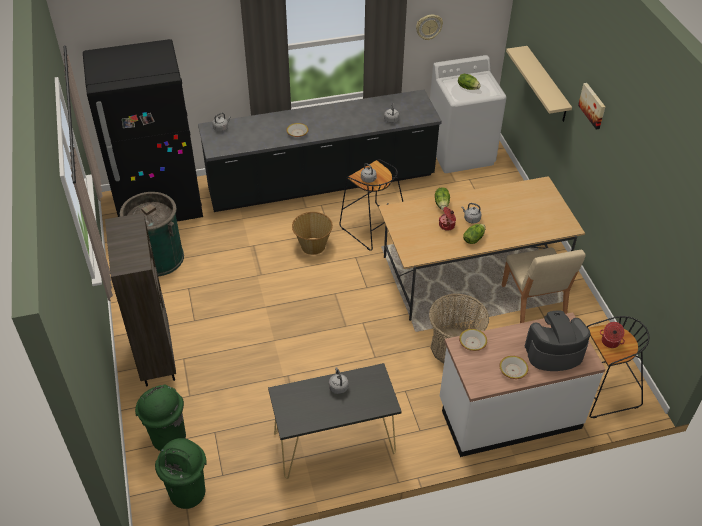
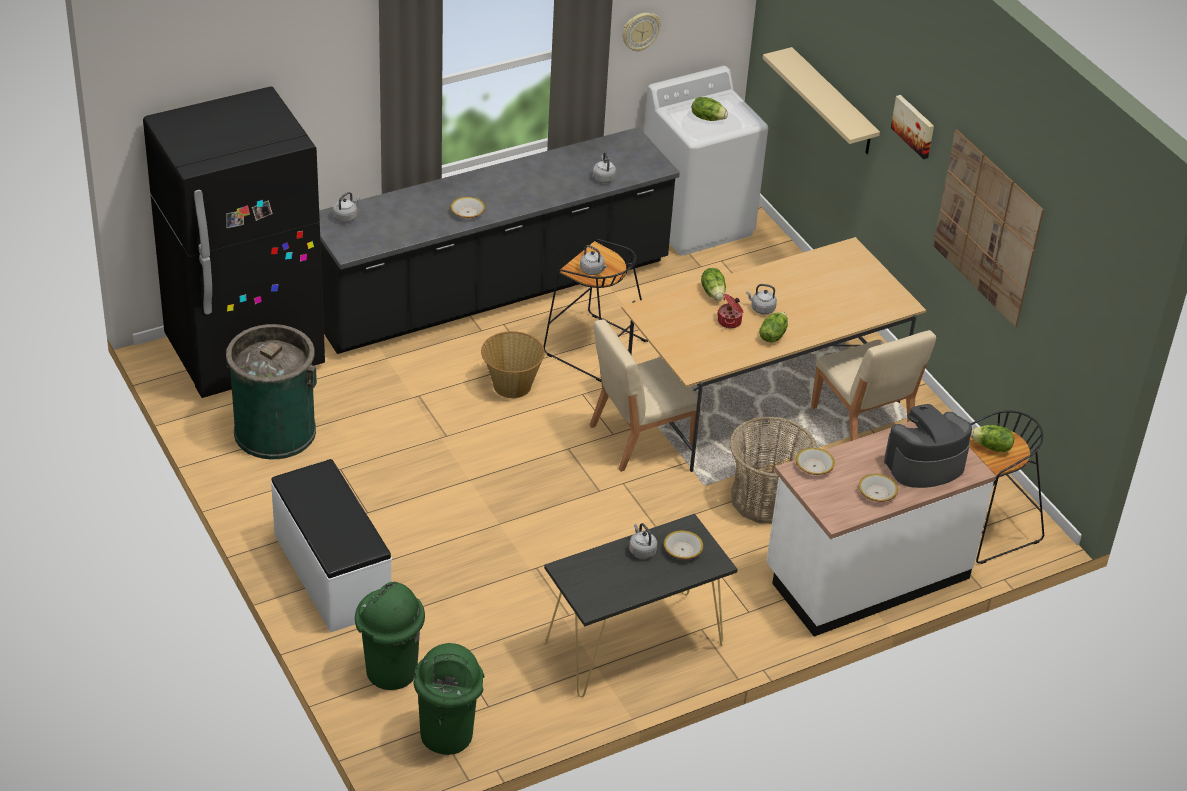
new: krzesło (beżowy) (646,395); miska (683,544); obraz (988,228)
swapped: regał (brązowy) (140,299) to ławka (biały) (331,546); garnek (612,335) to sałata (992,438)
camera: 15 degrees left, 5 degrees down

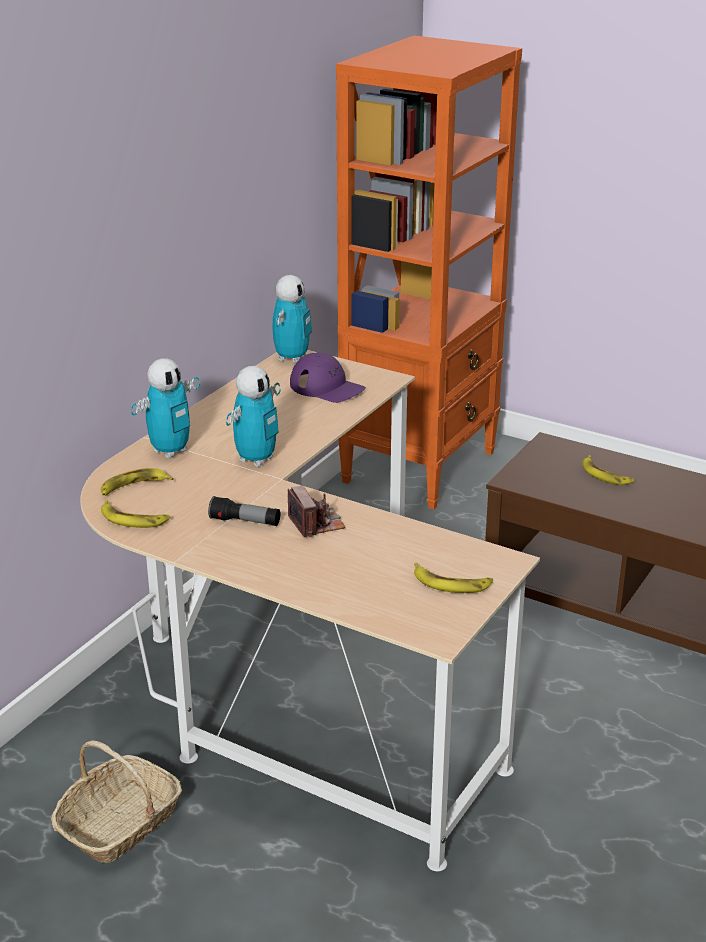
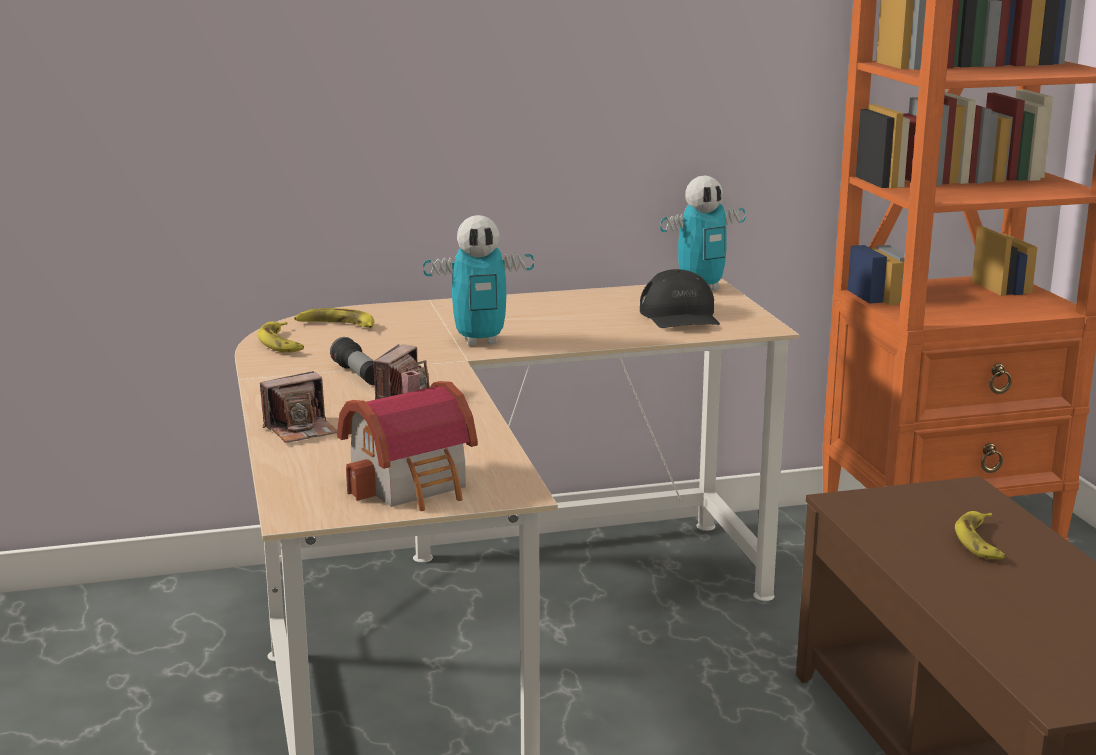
gone: koszyk (116,801); robot zabawkowy (165,408)
new: aparat fotograficzny (298,407)
swapped: banan (453,578) to domek (407,440)
repainted: czapka z daszkiem (fioletowy) (328,378) to czapka z daszkiem (czarny) (680,298)
camera: 45 degrees right, 10 degrees down

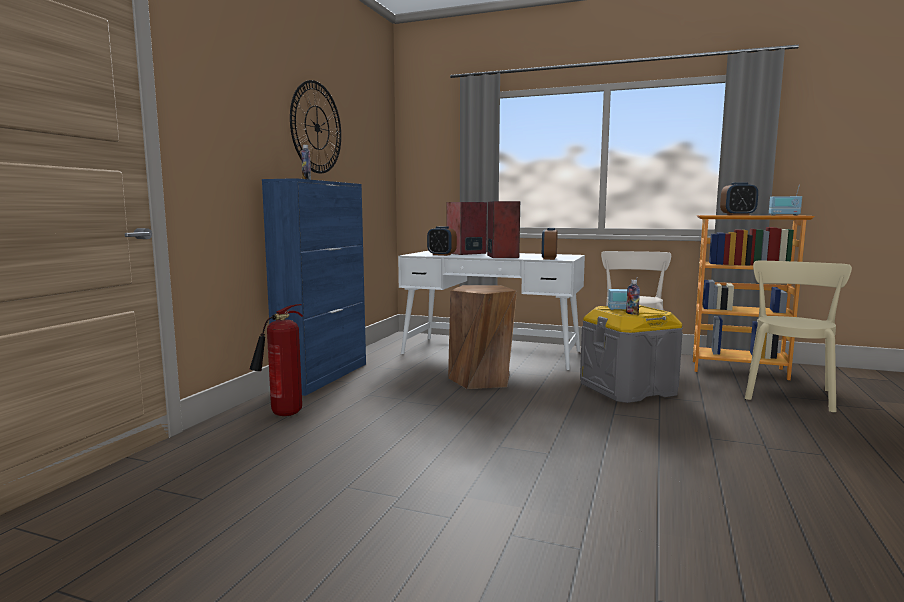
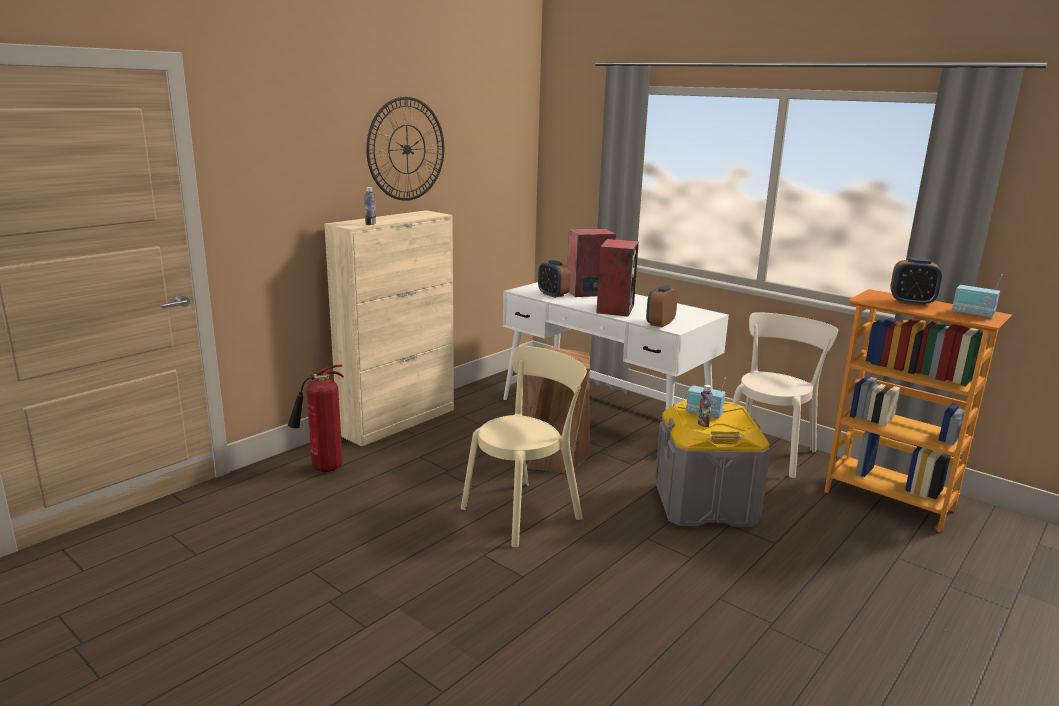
shifted: krzesło (beżowy) (798,337) to (524,447)
repainted: szafka (niebieski) (314,287) to szafka (beżowy) (389,328)
camera: 20 degrees right, 10 degrees up

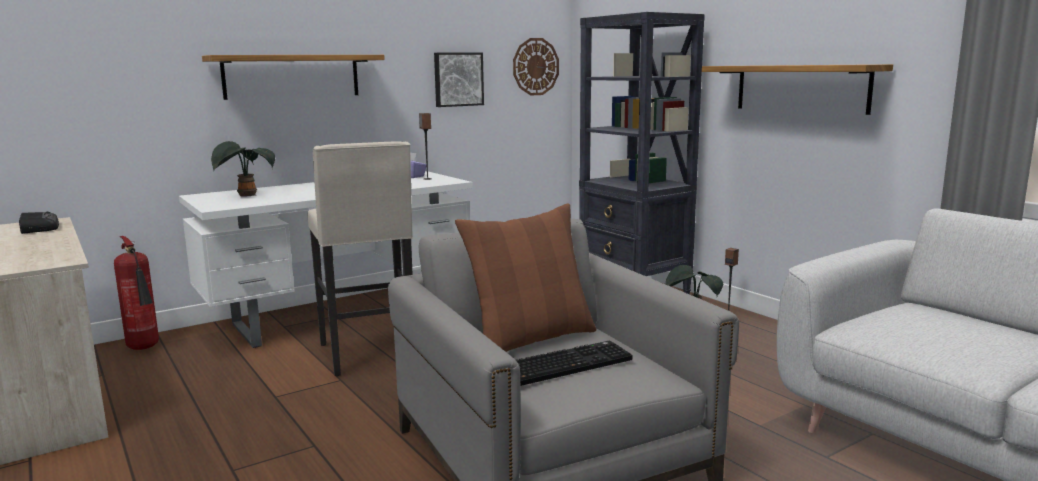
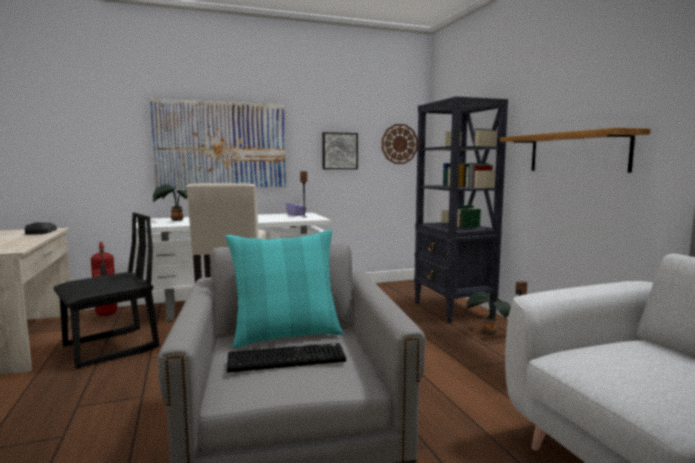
new: krzesło (czarny) (106,290)
swapped: półka (293,77) to obraz (217,144)
repainted: poduszka (brązowy) (525,277) to poduszka (turkusowy) (284,289)
camera: 15 degrees right, 5 degrees down

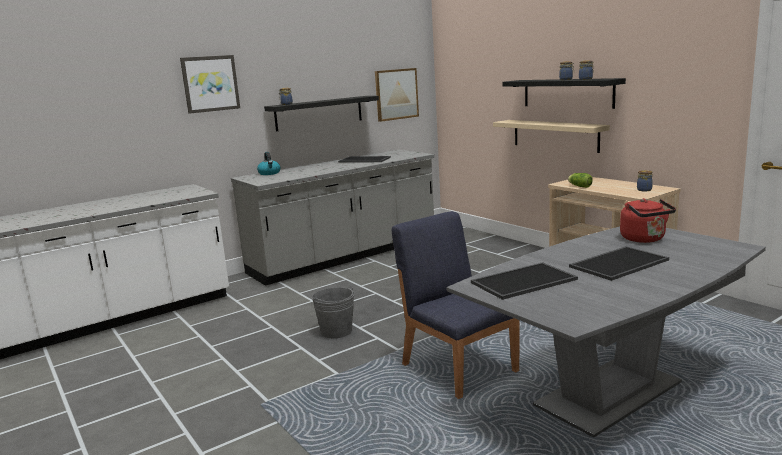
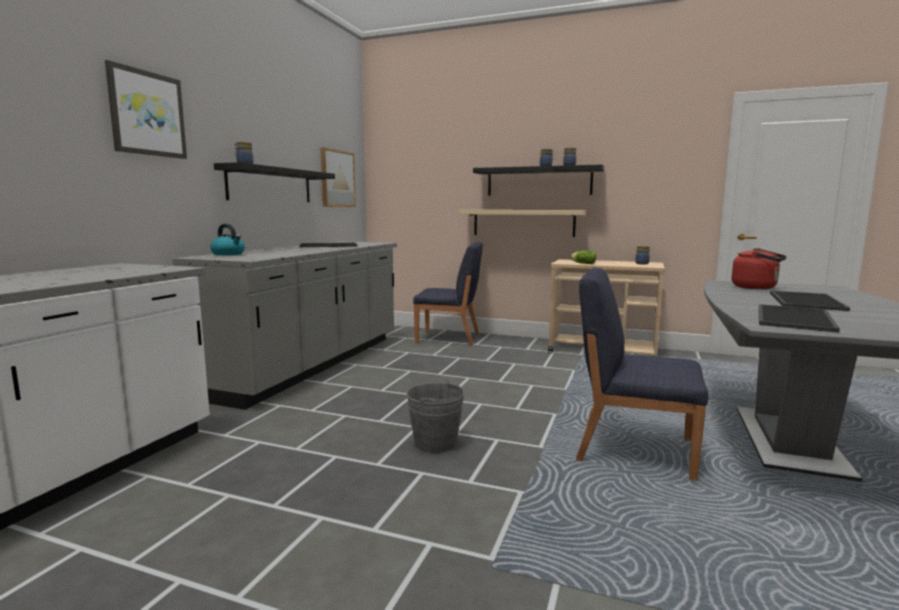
new: krzesło (niebieski) (448,294)
camera: 35 degrees left, 5 degrees down

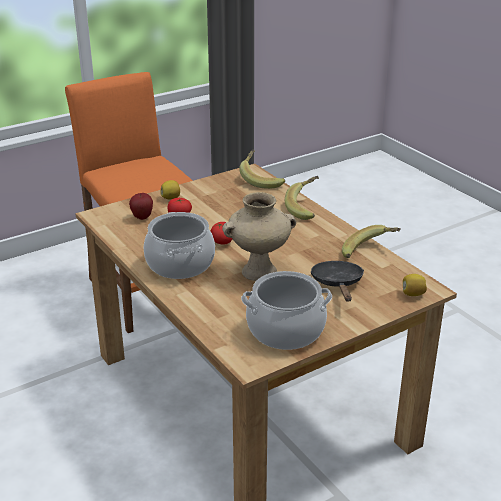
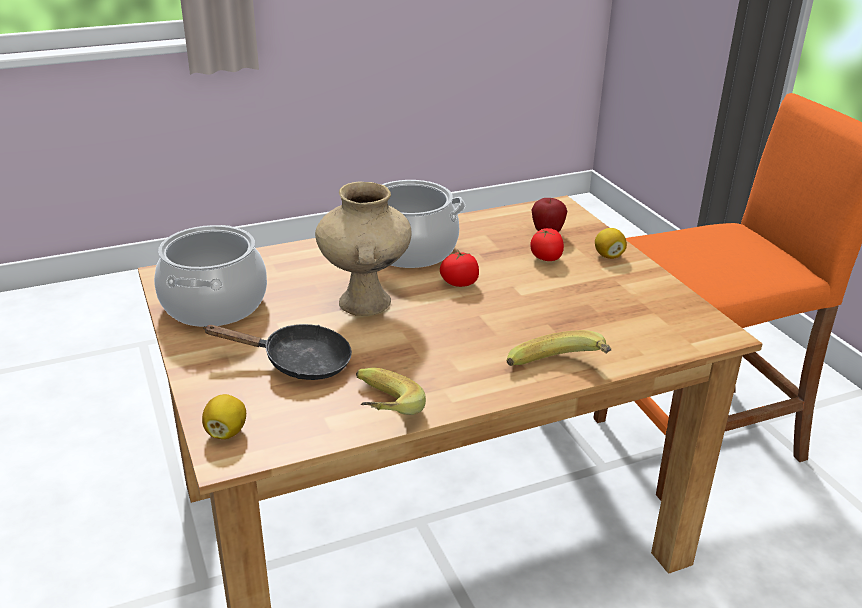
gone: banan (262,169)
camera: 100 degrees right, 0 degrees up

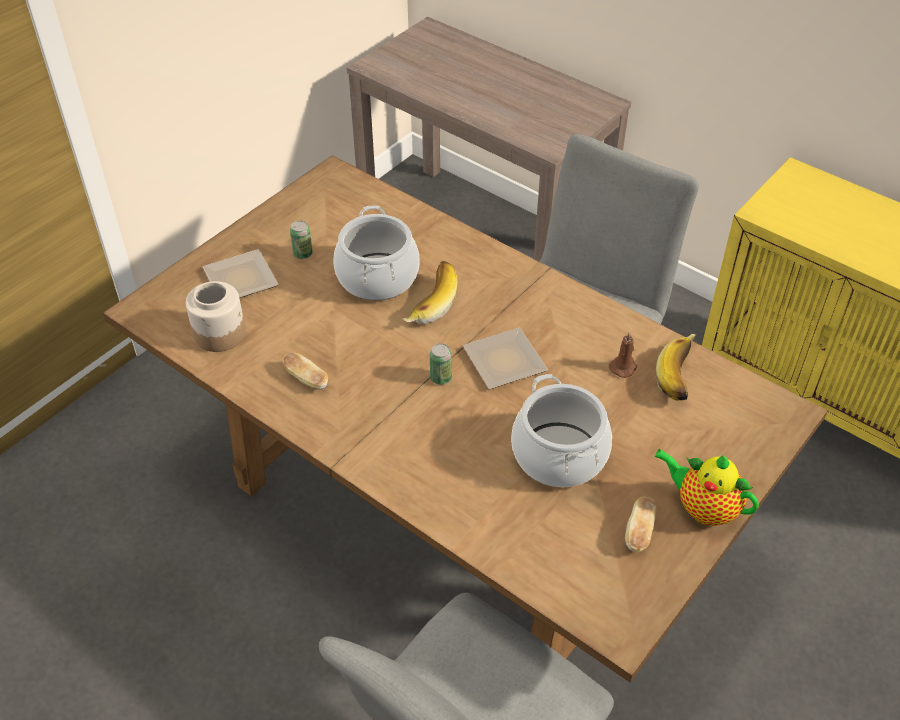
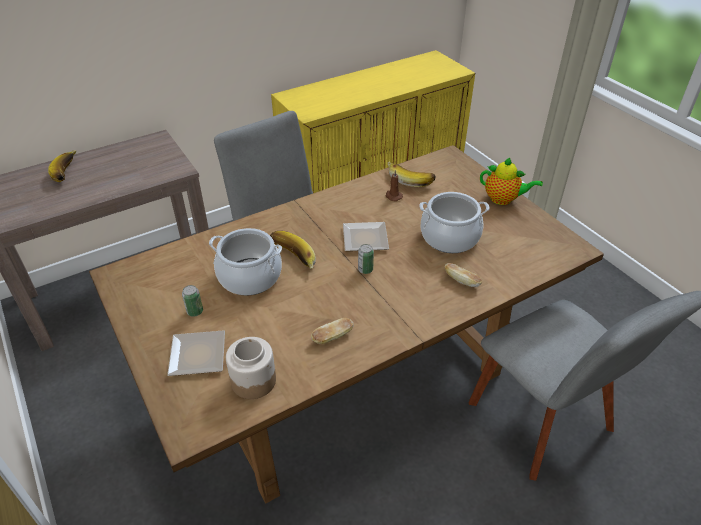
new: banan (62,166)
shifted: chleb (640,524) to (463,275)
rotated: imbryk (706,487) = (511,181) 120 degrees counterclockwise
camera: 70 degrees left, 5 degrees down

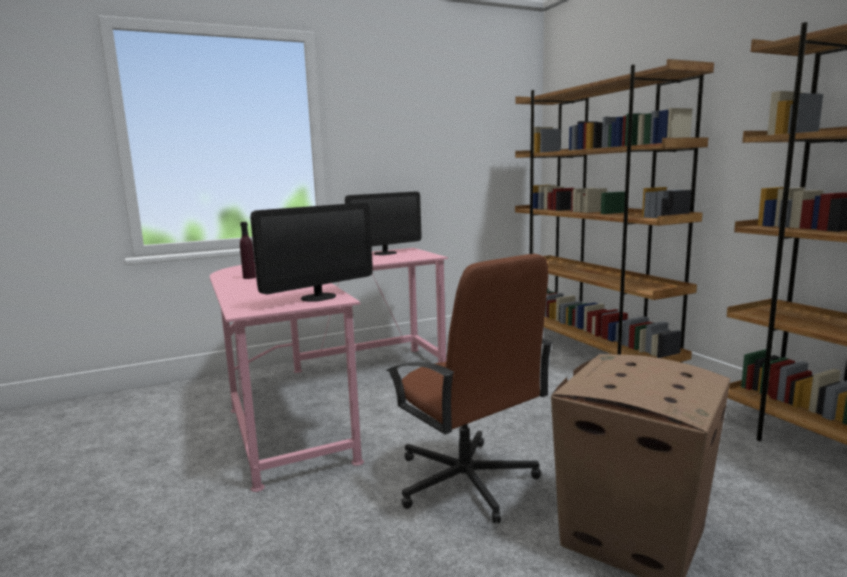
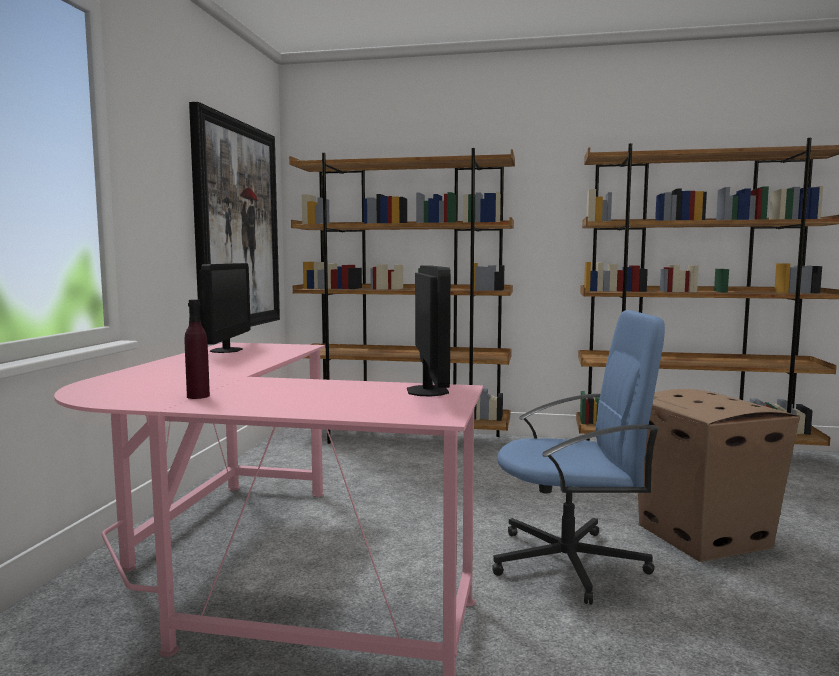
new: obraz (234,214)
repainted: krzesło biurowe (brązowy) (469,389) to krzesło biurowe (niebieski) (578,457)
camera: 55 degrees left, 5 degrees down

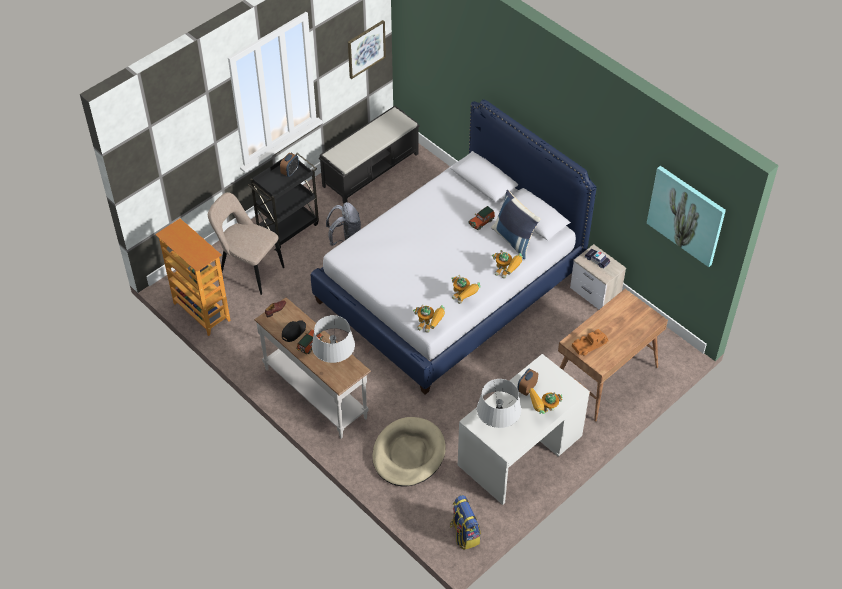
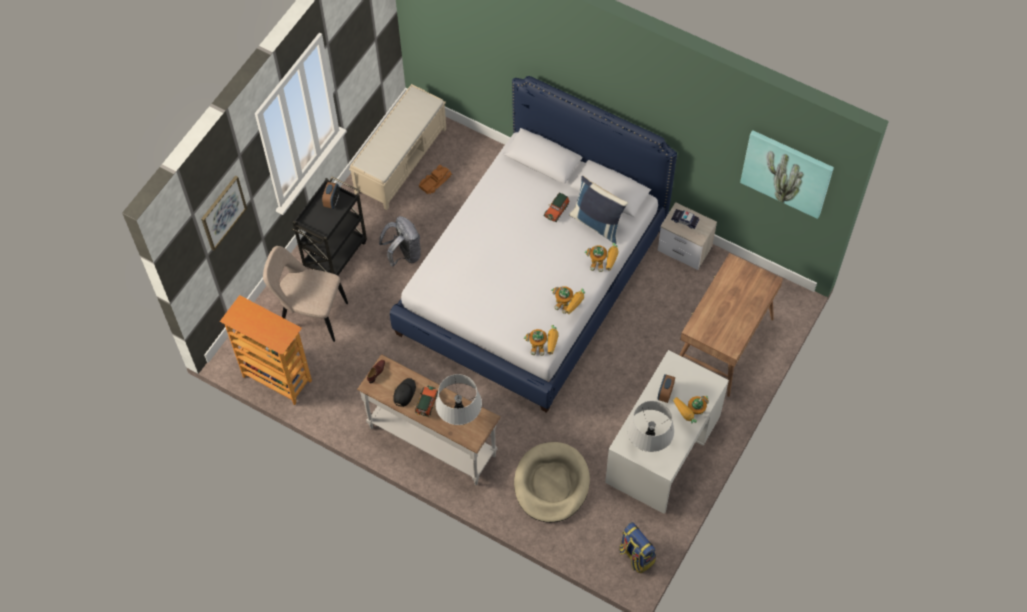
shifted: obraz (367,49) to (224,213); ciężarówka zabawkowa (590,342) to (435,179)
repainted: ławka (czarny) (369,154) to ławka (beżowy) (397,147)
camera: 15 degrees left, 10 degrees up

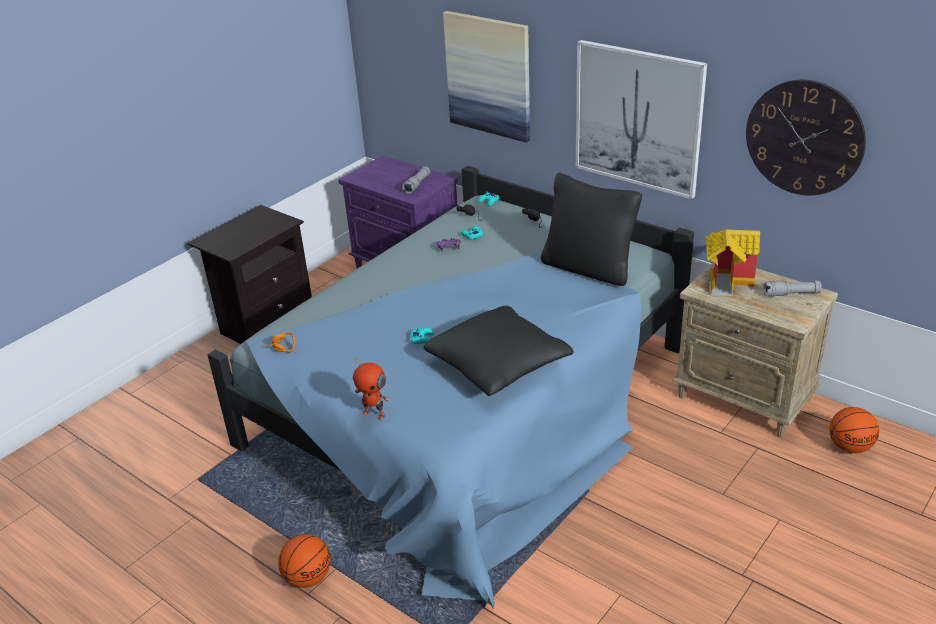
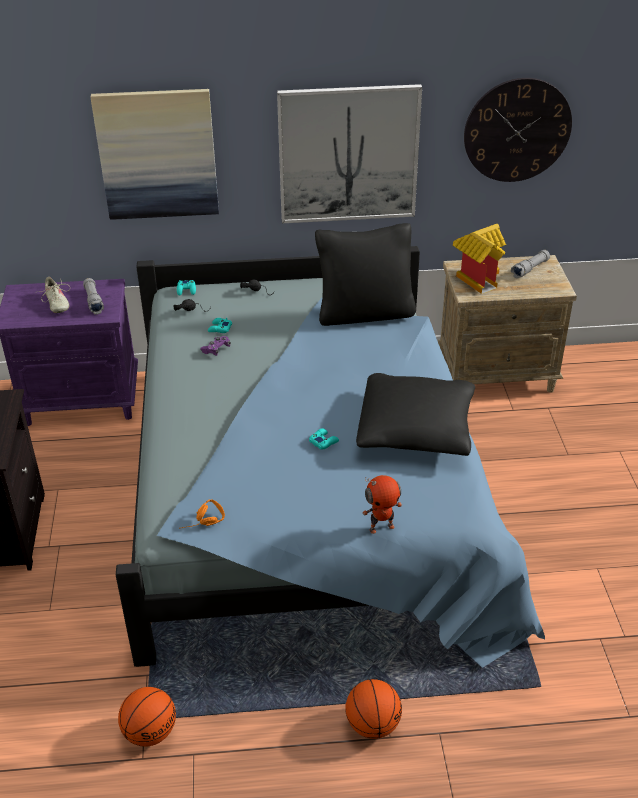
new: but (beżowy) (54,295)
shifted: piłka do koszykówki (854,430) to (147,717)
camera: 45 degrees left, 5 degrees up

